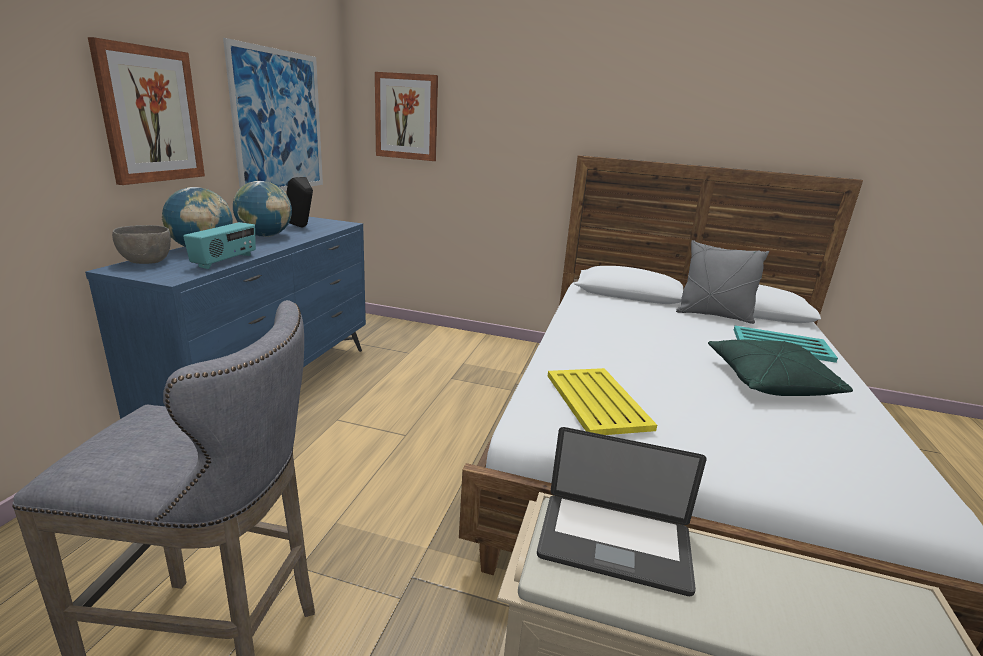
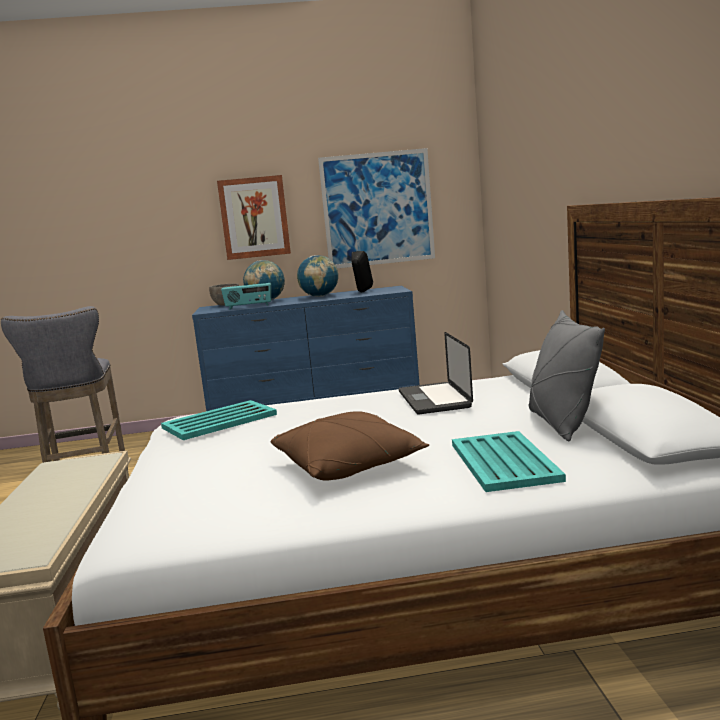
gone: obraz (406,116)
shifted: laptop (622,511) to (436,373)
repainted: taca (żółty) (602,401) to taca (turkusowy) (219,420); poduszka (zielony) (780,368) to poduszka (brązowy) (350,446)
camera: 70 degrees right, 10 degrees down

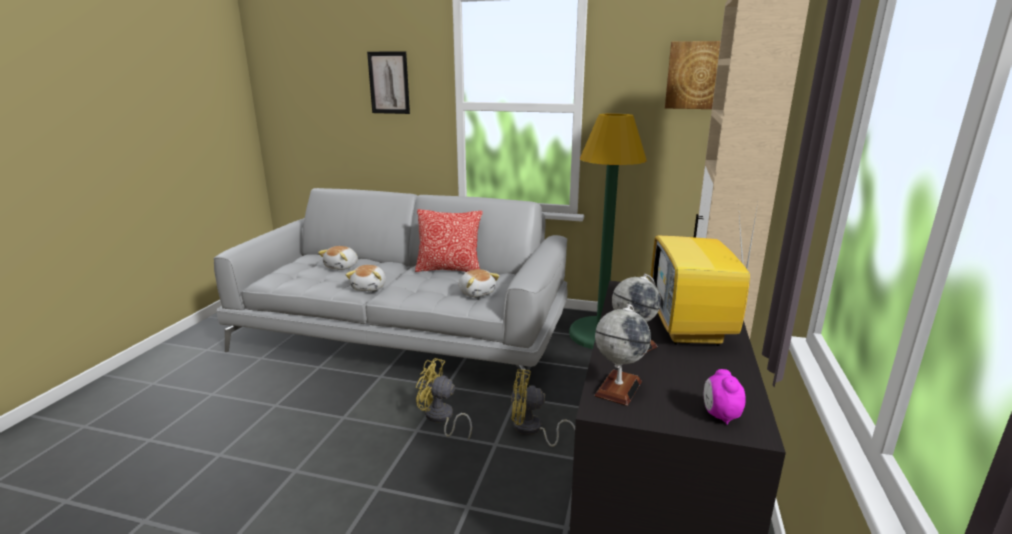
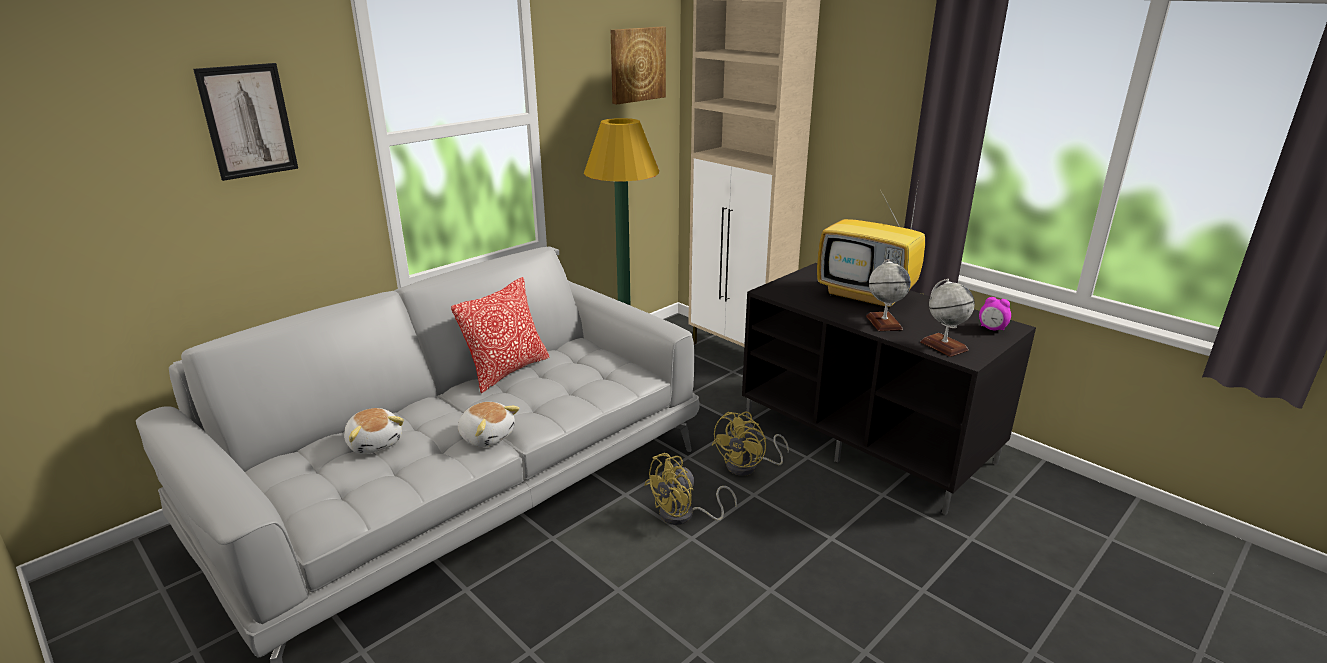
gone: pluszak (479,283)
camera: 60 degrees left, 5 degrees up

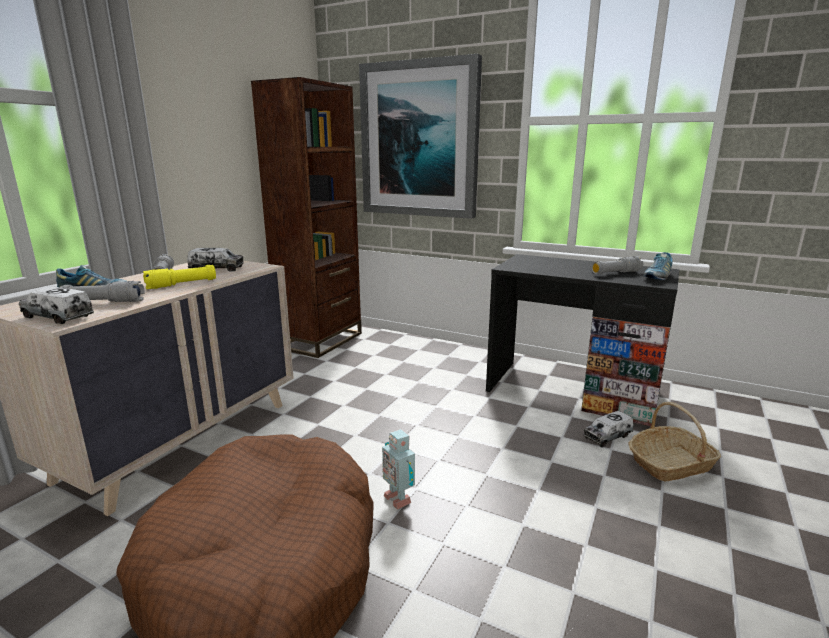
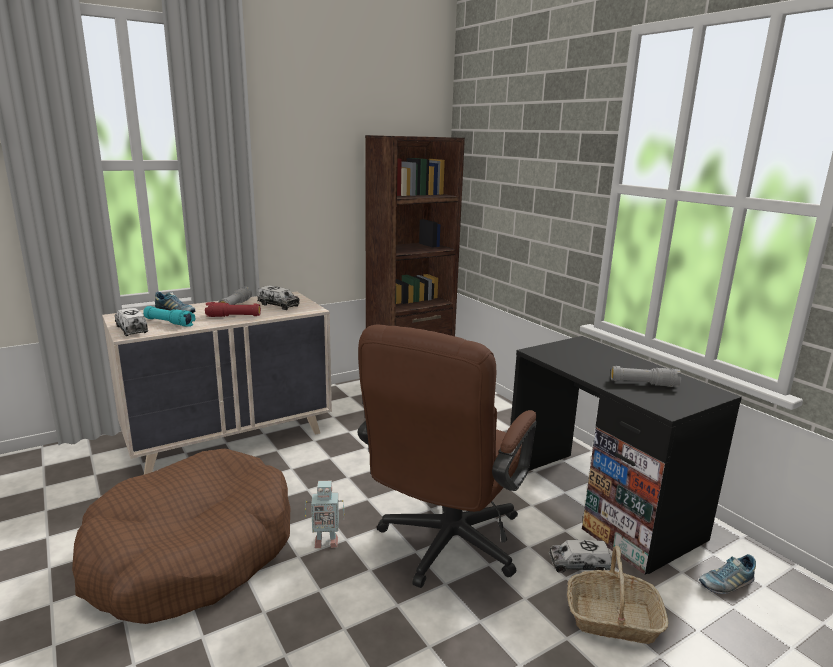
gone: obraz (420,136)
new: krzesło biurowe (brązowy) (447,456)
shifted: but (658,266) to (727,574)
repainted: latarka (szary) (102,291) to latarka (turkusowy) (169,316); latarka (żółty) (179,277) to latarka (czerwony) (233,309)
rotated: robot zabawkowy (398,469) = (325,514) 90 degrees counterclockwise
camera: 30 degrees right, 0 degrees up

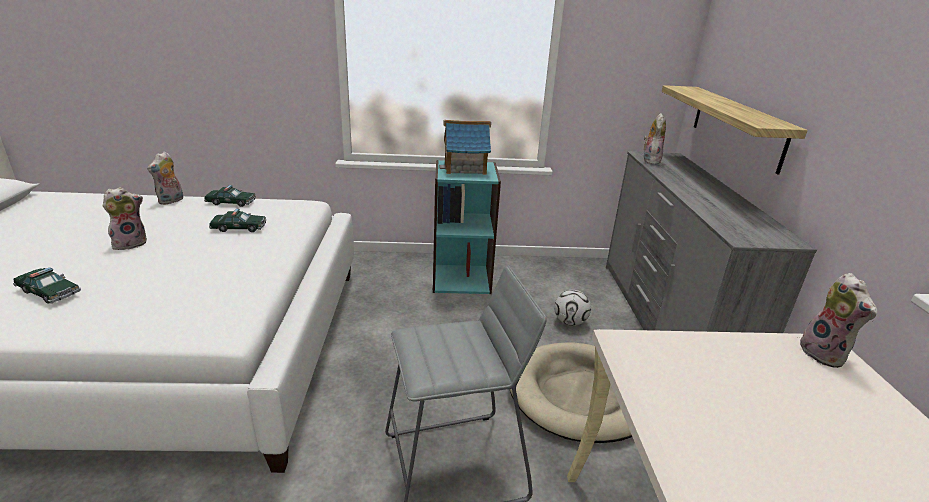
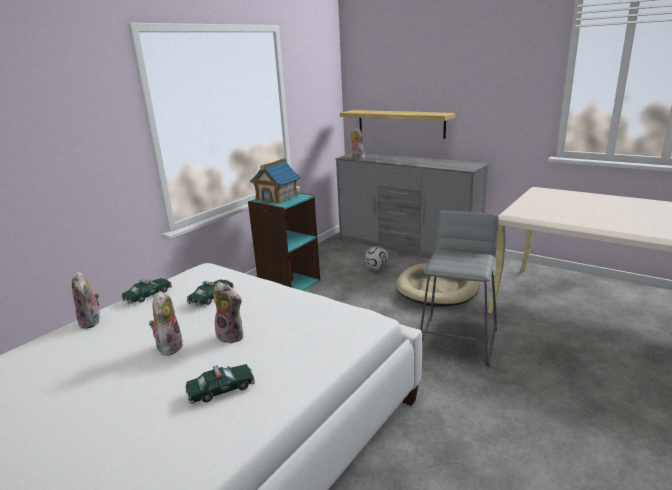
shifted: pluszak (837,320) to (228,312)
camera: 50 degrees left, 5 degrees down

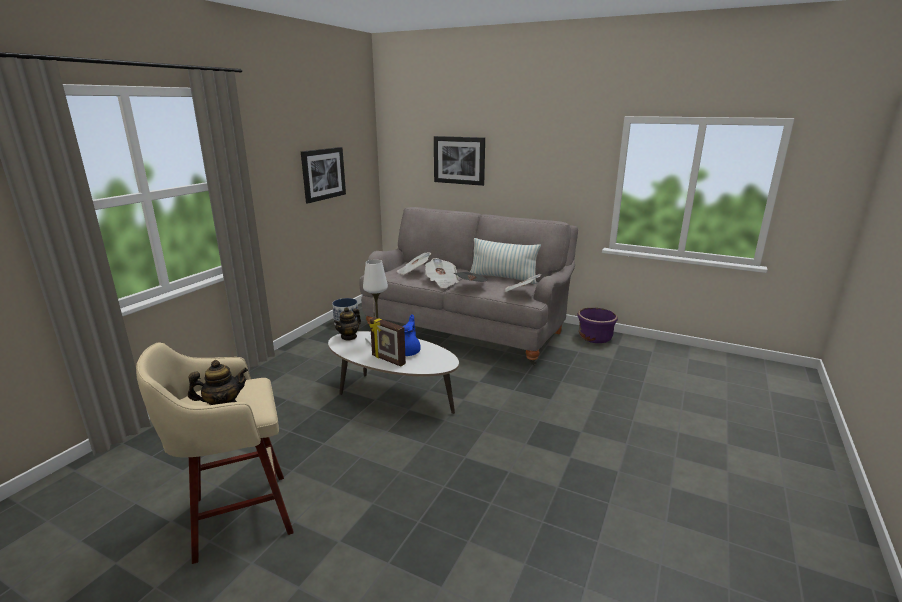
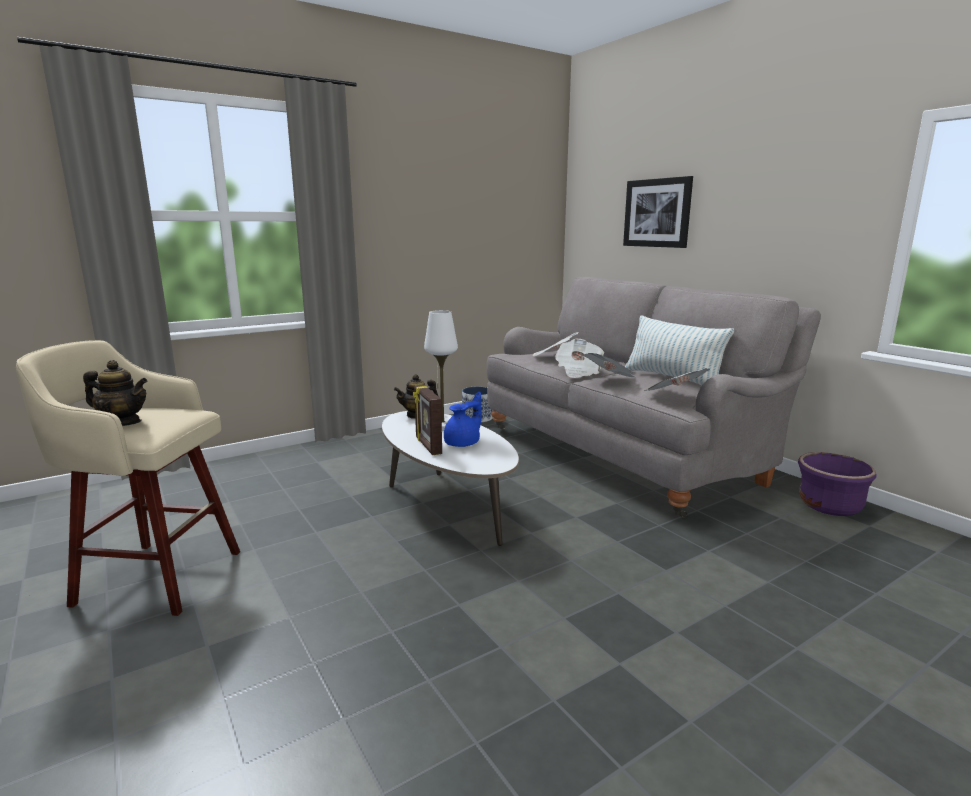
gone: obraz (323,175)
camera: 30 degrees right, 5 degrees down

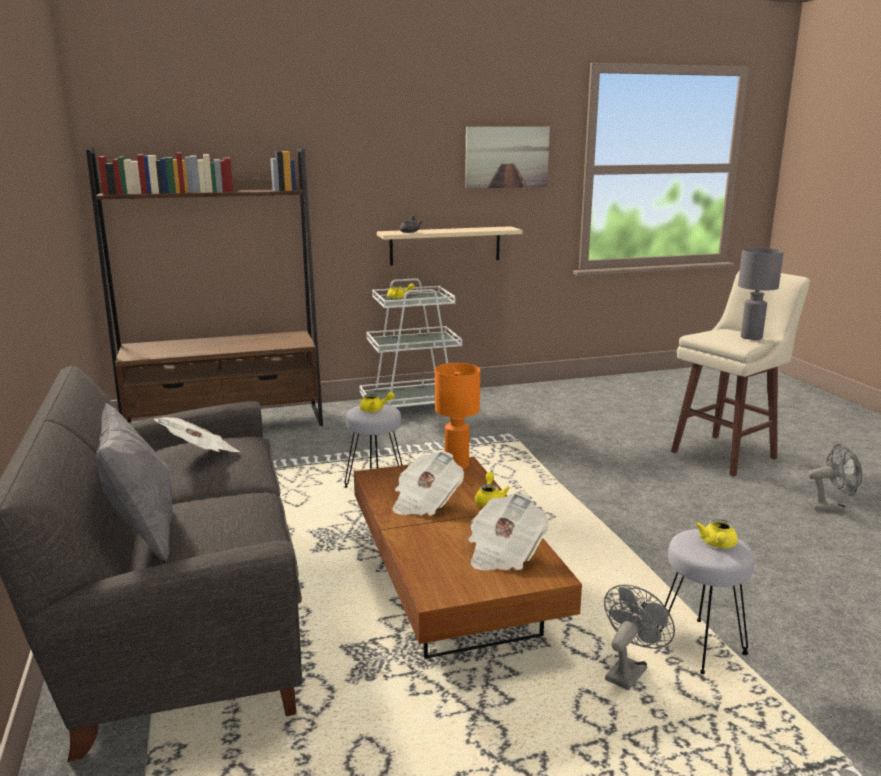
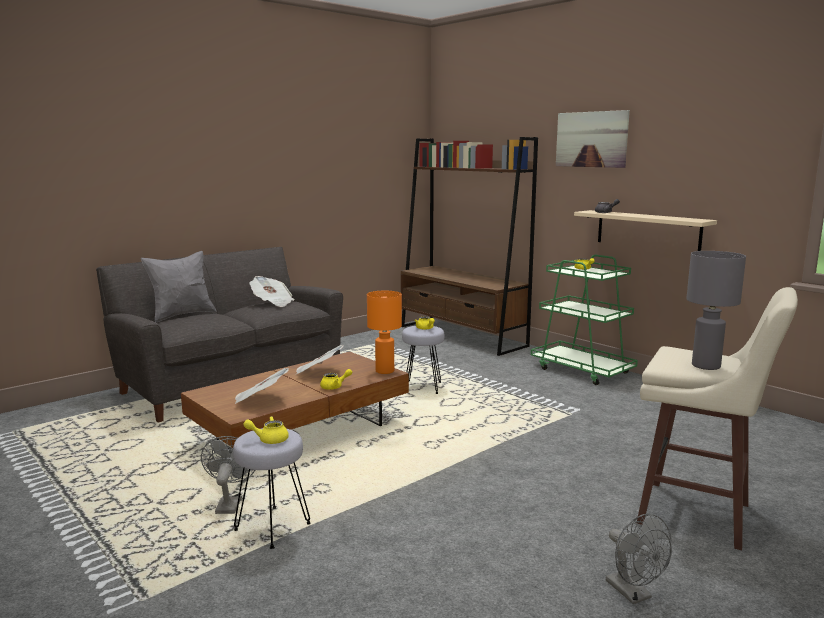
shifted: obraz (507,158) to (593,139)
repainted: wózek (biały) (411,343) to wózek (zielony) (584,320)
rotated: wentylator (szary) (639,637) = (228,475) 105 degrees counterclockwise
camera: 65 degrees right, 5 degrees down

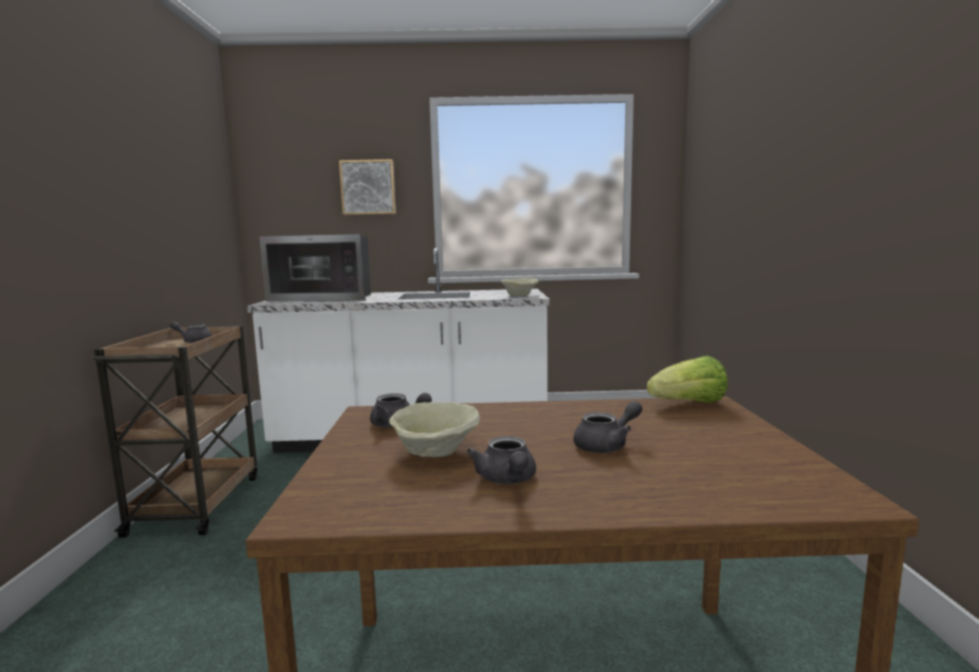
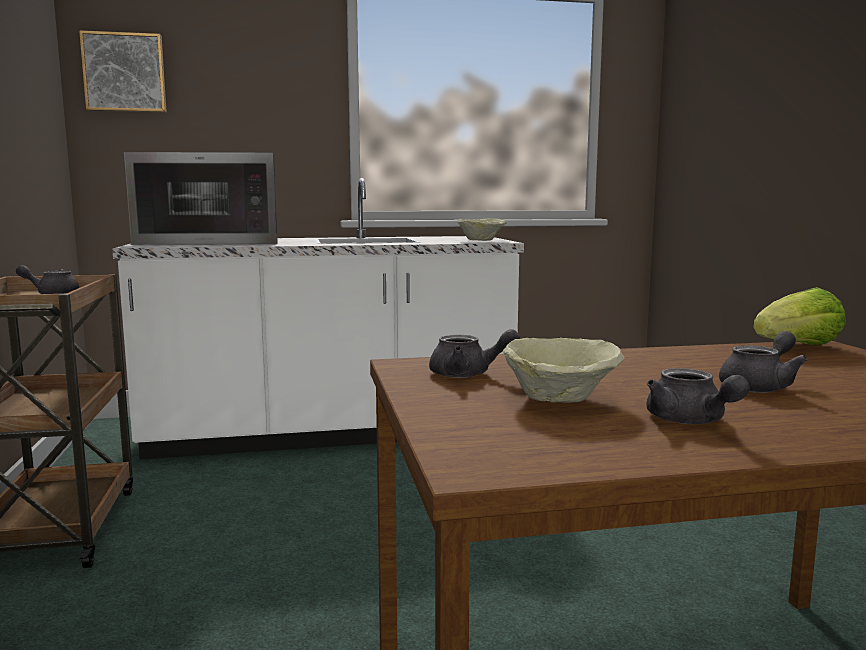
shifted: obraz (367,187) to (123,71)
camera: 10 degrees left, 0 degrees up

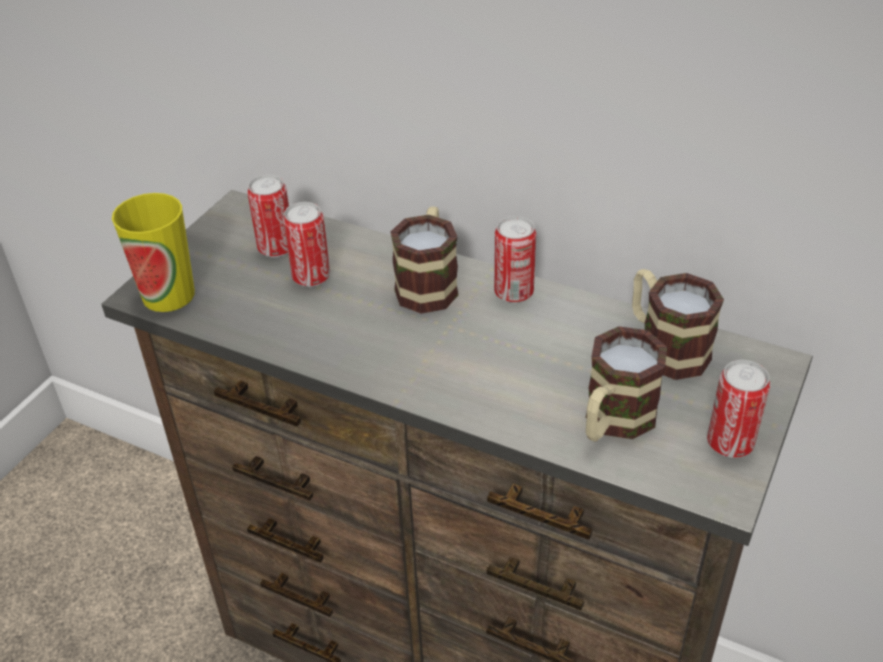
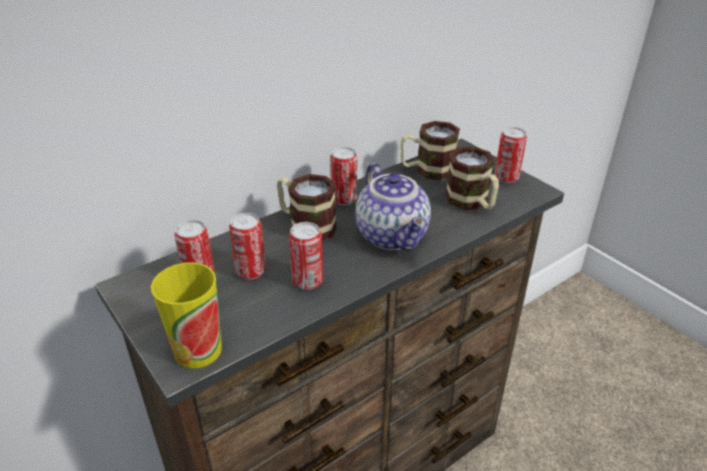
new: puszka (306,256); imbryk (393,207)
camera: 65 degrees left, 5 degrees down

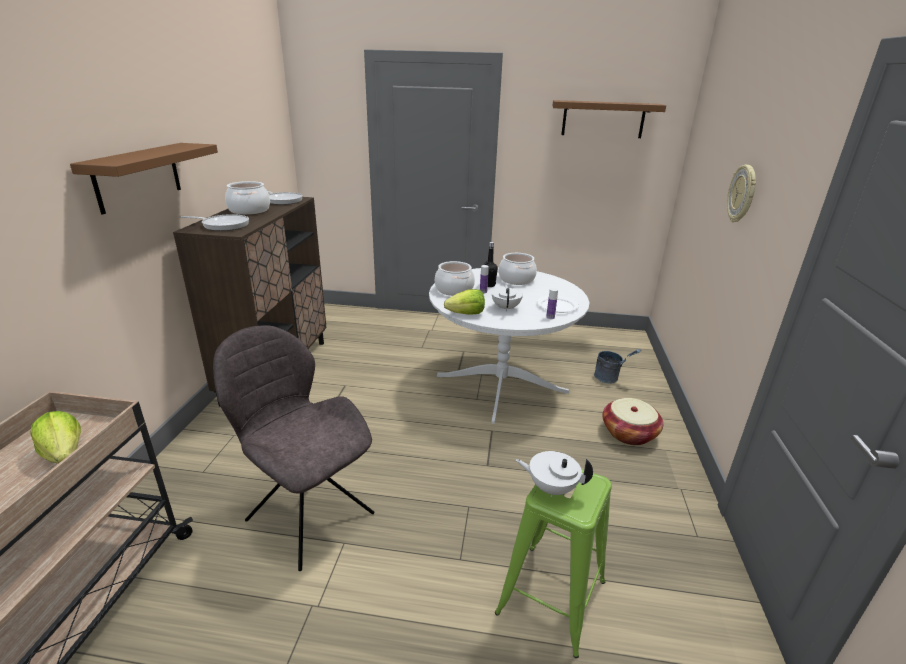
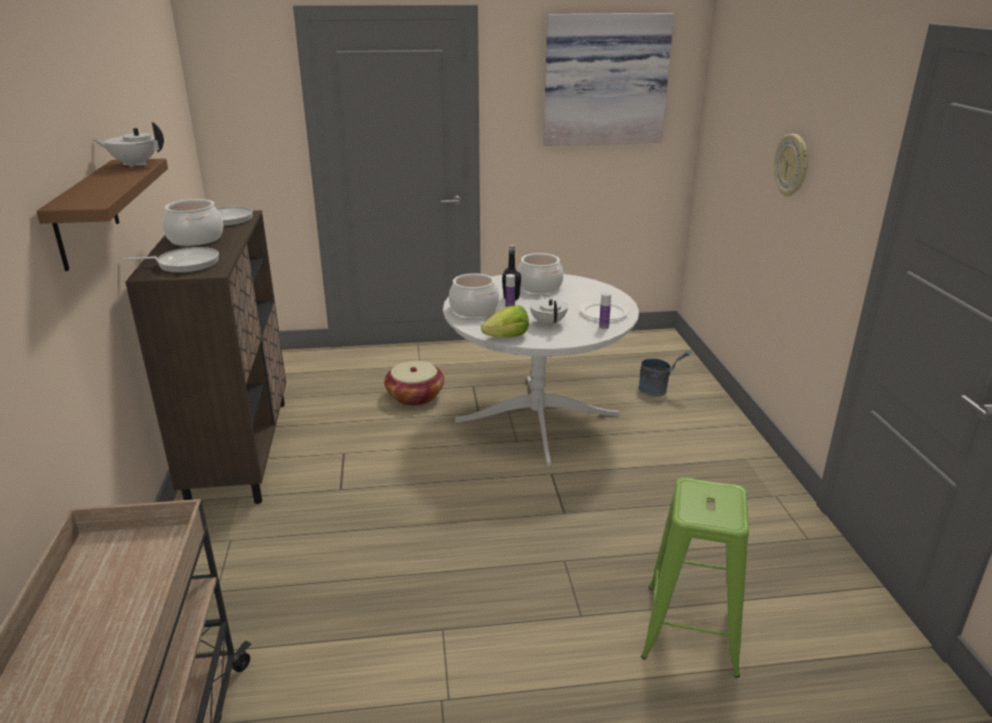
gone: sałata (55,437); krzesło (szary) (294,448)
shifted: imbryk (biały) (554,474) to (128,145); koszyk (633,421) to (414,383)
swapped: półka (brązowy) (609,119) to obraz (609,79)
camera: 15 degrees left, 0 degrees up

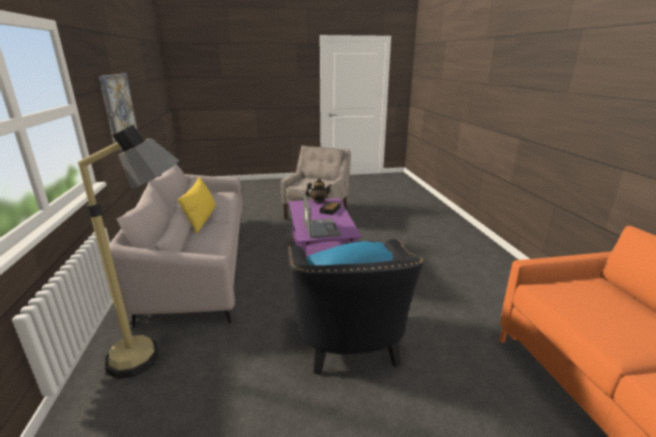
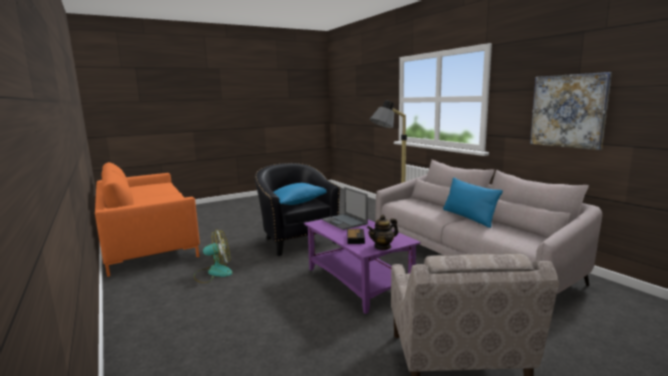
new: wentylator (213,256)
repainted: poduszka (żółty) (197,205) to poduszka (niebieski) (473,202)
camera: 160 degrees right, 10 degrees down

